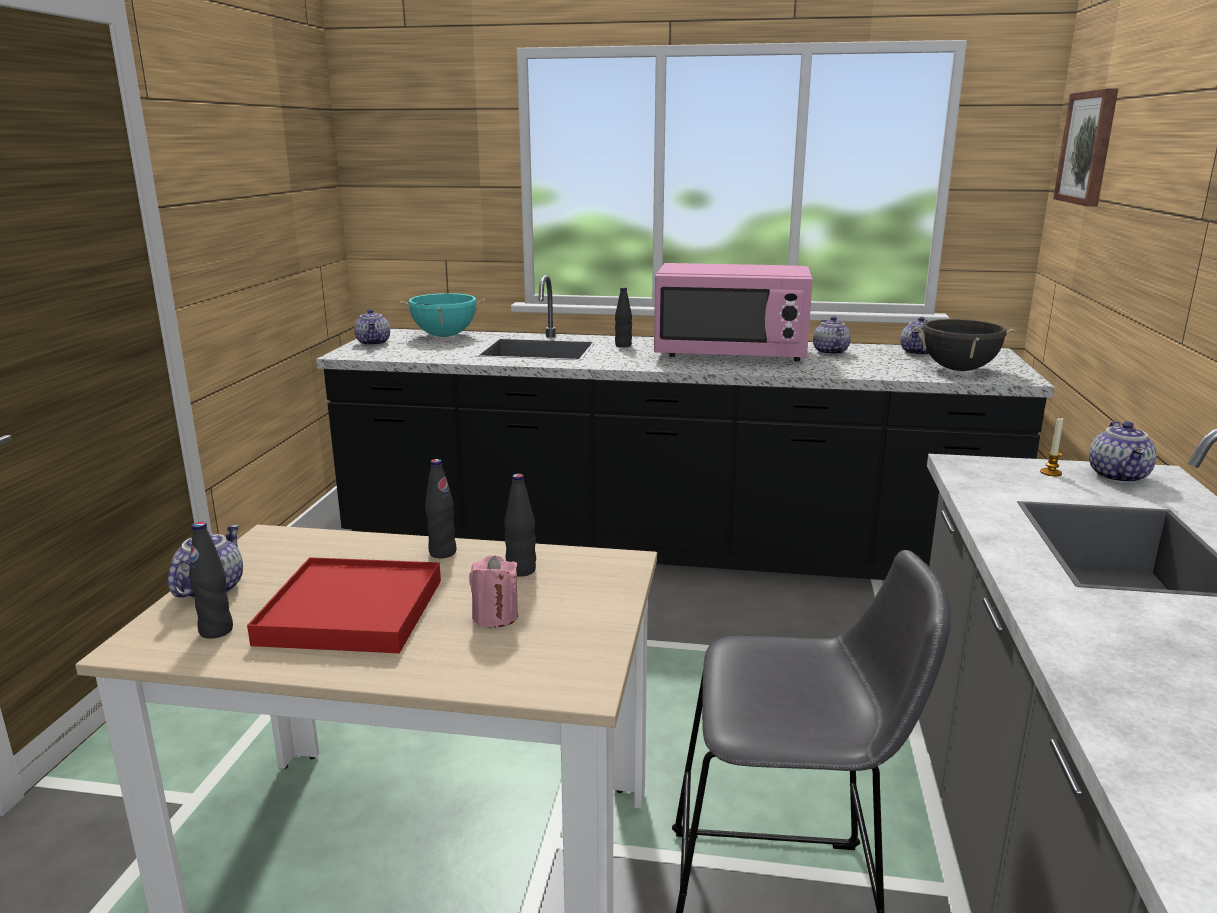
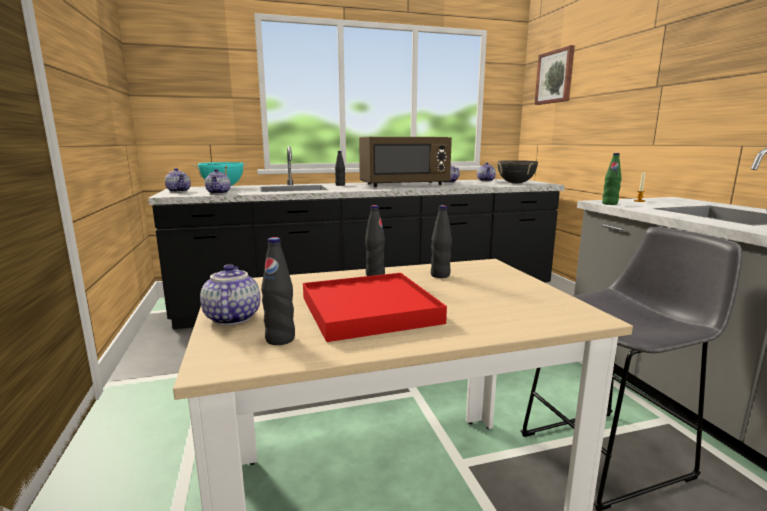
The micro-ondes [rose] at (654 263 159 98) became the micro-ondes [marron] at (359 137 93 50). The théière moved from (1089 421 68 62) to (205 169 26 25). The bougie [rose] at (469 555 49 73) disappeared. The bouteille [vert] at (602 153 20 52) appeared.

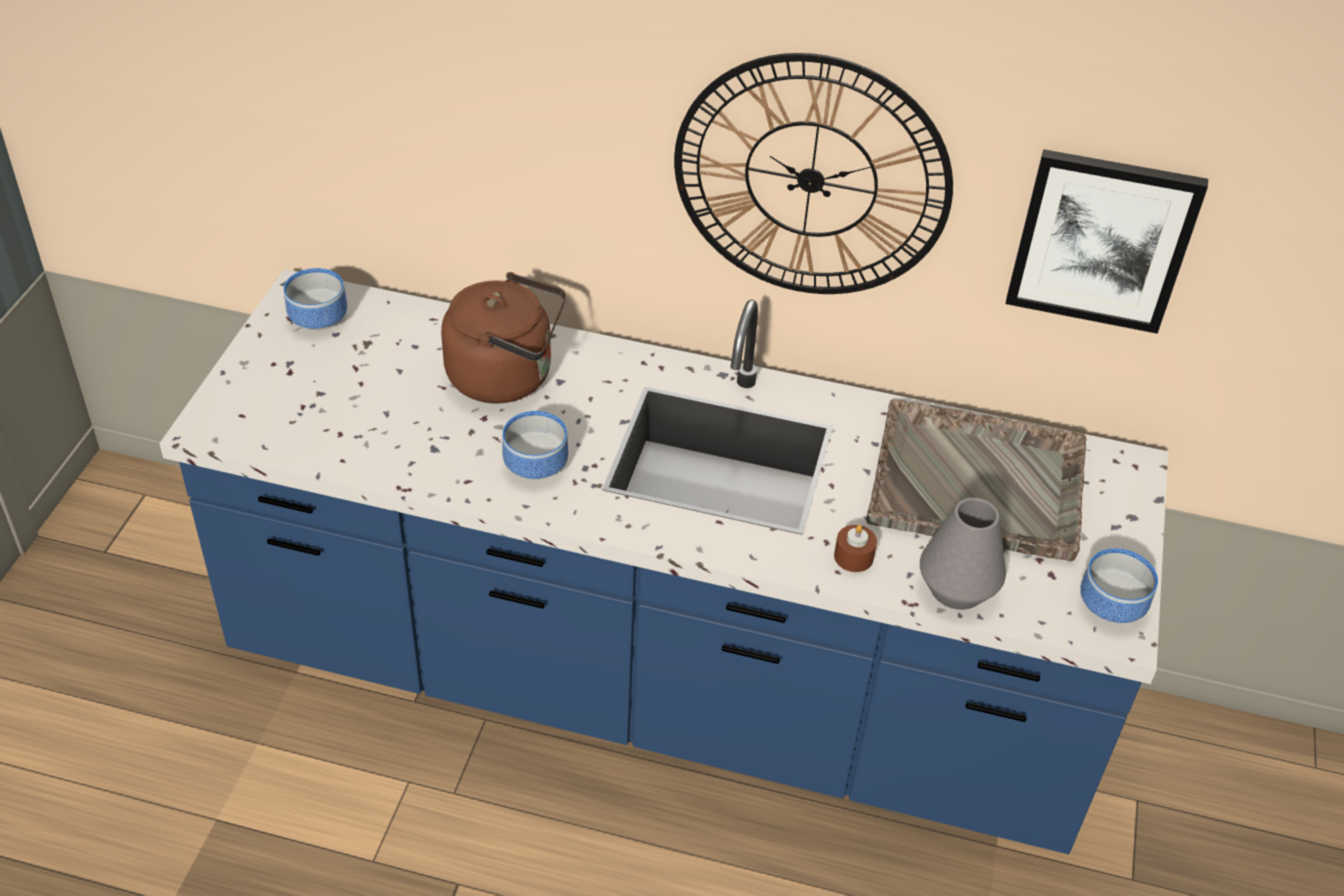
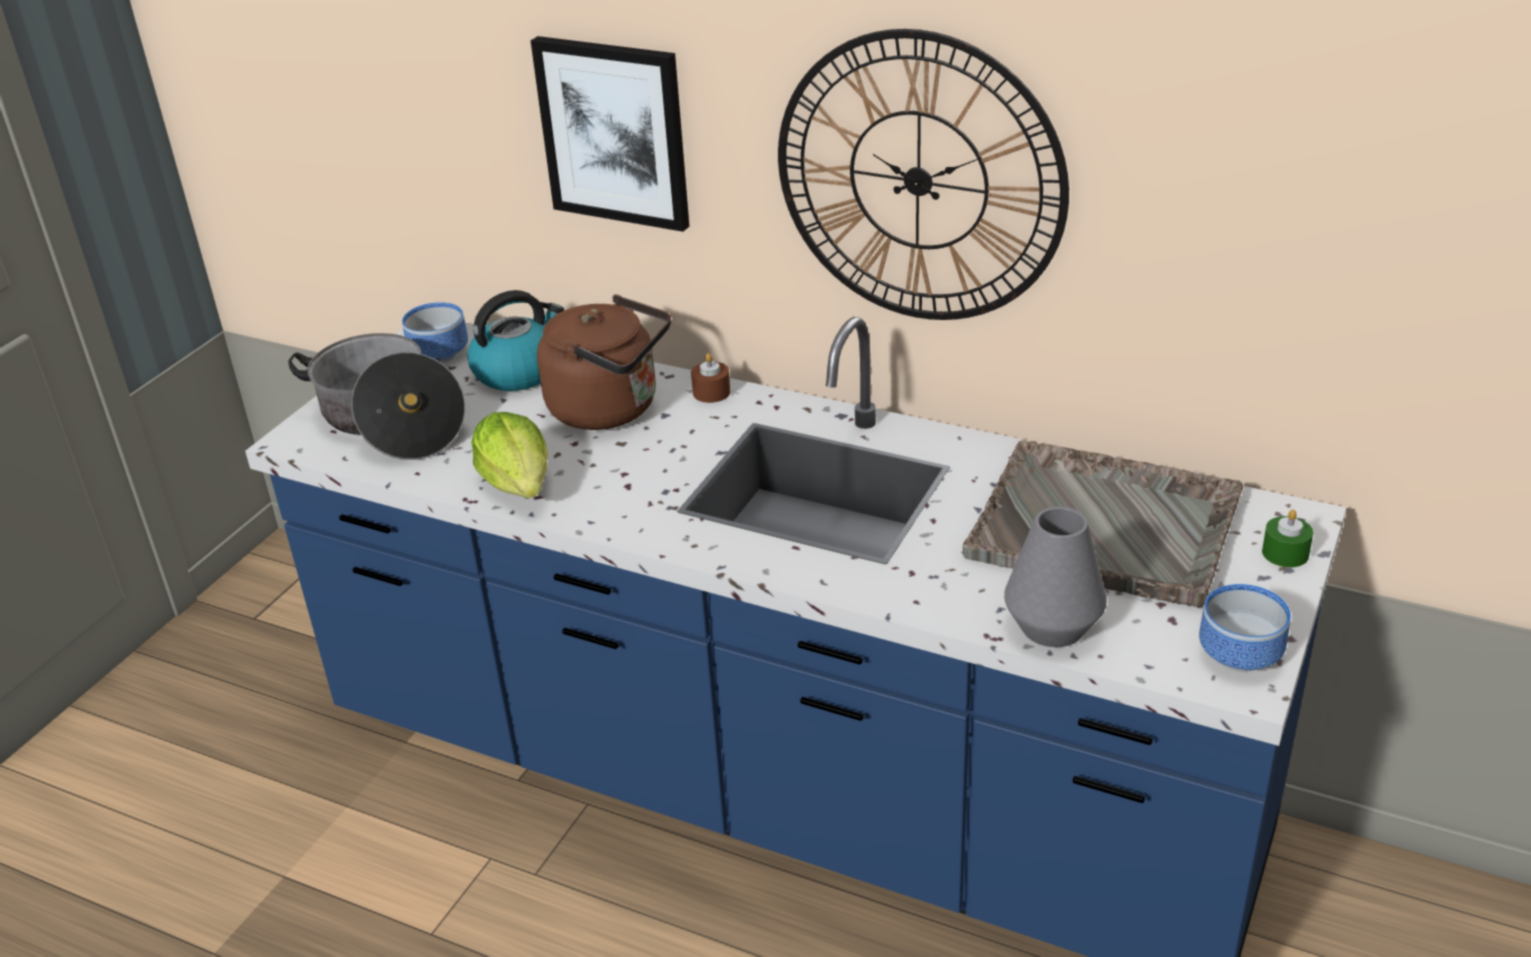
The tableau moved from (1006 149 202 185) to (531 36 158 196). The bol at (502 411 66 68) disappeared. The bougie [marron] moved from (834 524 43 48) to (691 353 39 50). The bouilloire at (467 290 97 101) appeared. The marmite at (288 333 177 127) appeared. The laitue at (471 412 77 86) appeared. The bougie [vert] at (1262 509 51 58) appeared.

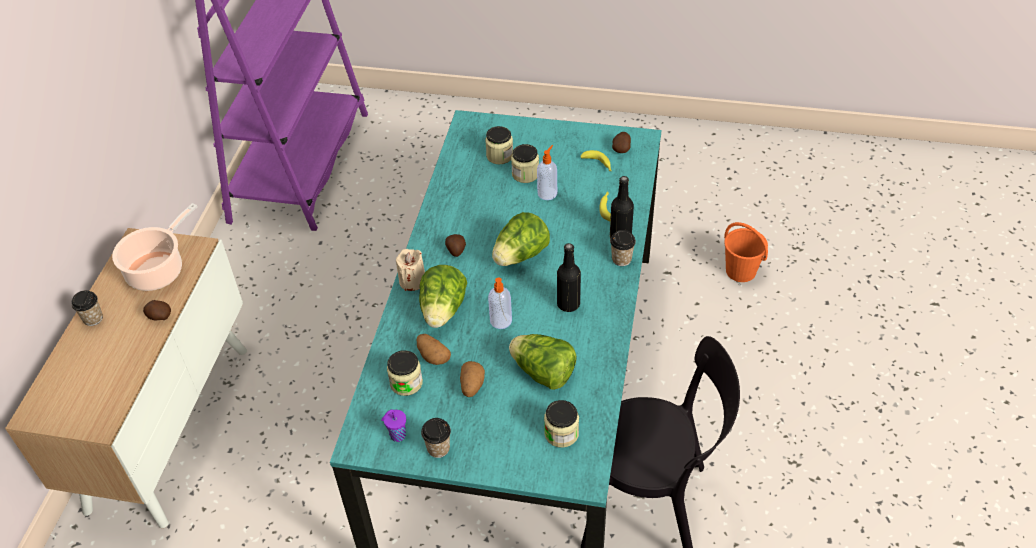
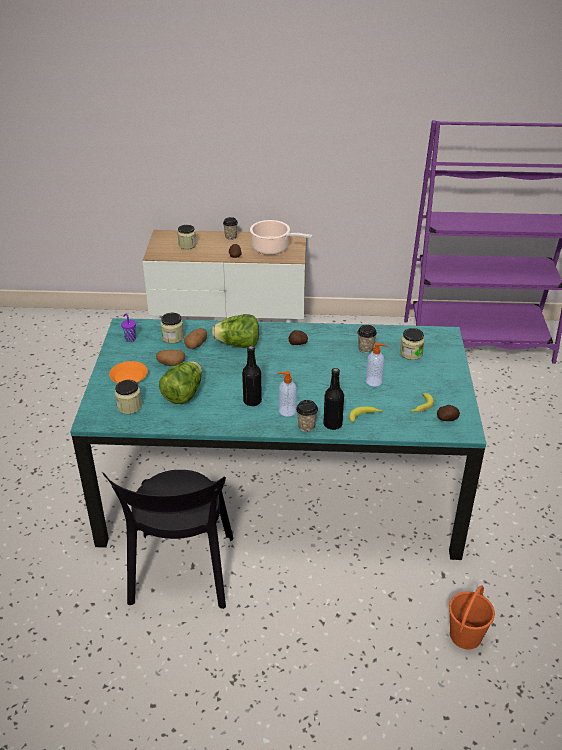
The bocal moved from (511 144 28 39) to (177 225 19 24). The laitue at (492 212 58 54) disappeared. The bougie [beige] at (396 249 29 42) disappeared. The distributeur de savon moved from (488 278 24 51) to (277 371 20 46). The tasse moved from (421 418 30 40) to (358 325 19 28). The assiette [orange] at (109 361 39 22) appeared.

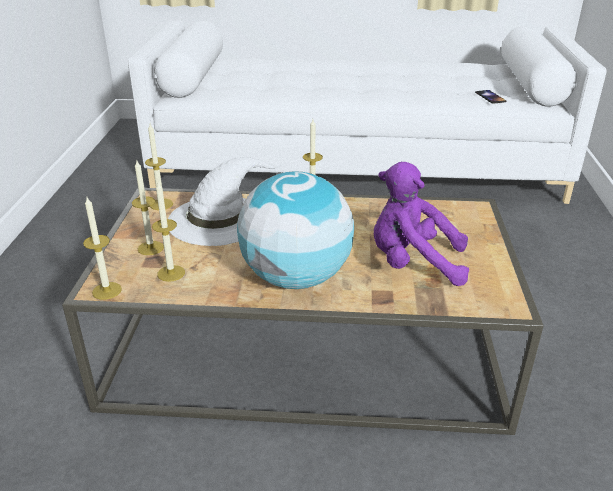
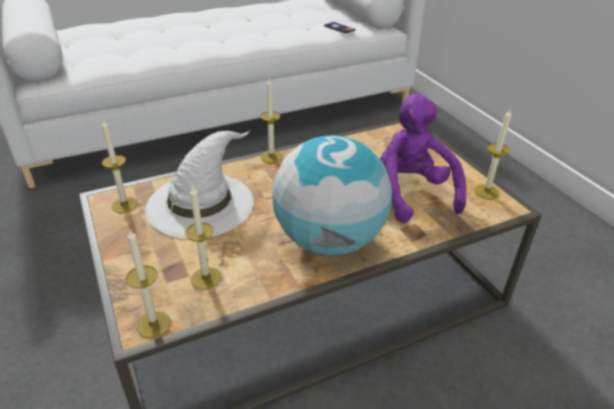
The bougie moved from (132 161 32 94) to (474 110 37 89). The peluche [violet] at (374 162 95 124) turned 90 degrees clockwise.

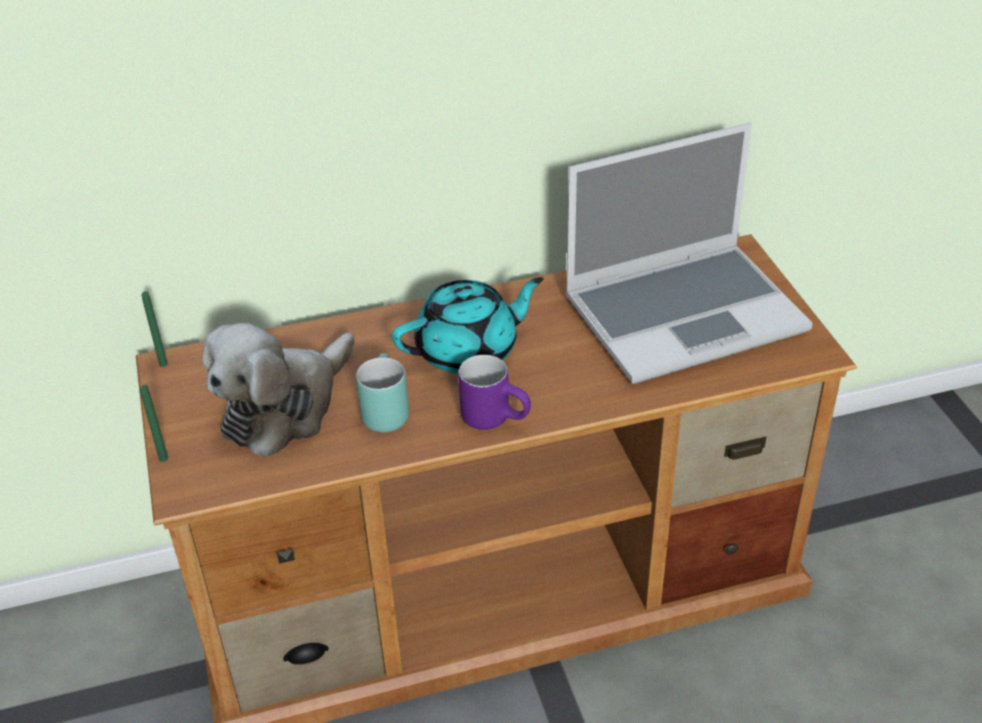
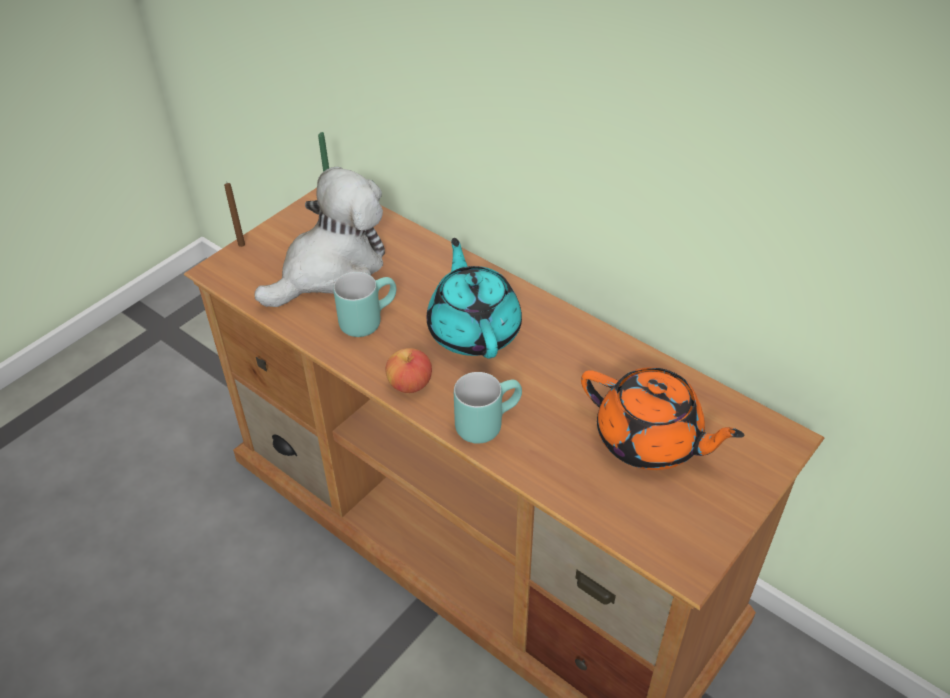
The ordinateur portable at (565 123 248 261) was replaced by the théière [orange] at (581 367 164 103). The théière [turquoise] at (392 277 152 97) turned 135 degrees counterclockwise. The peluche at (202 323 153 135) turned 135 degrees clockwise. The mug [violet] at (458 355 73 75) was replaced by the pomme at (385 348 47 45). The bougie [vert] at (140 385 28 77) became the bougie [marron] at (224 183 21 64). The mug [turquoise] at (454 372 68 72) appeared.

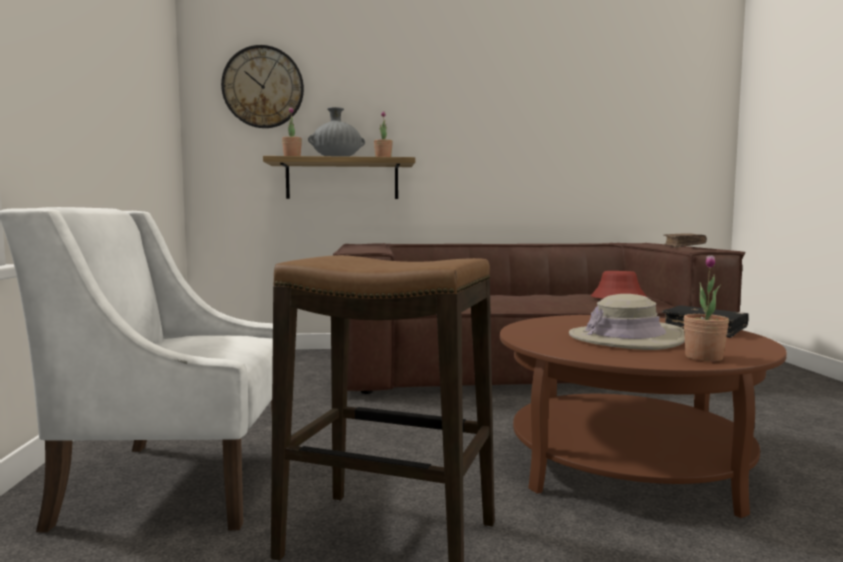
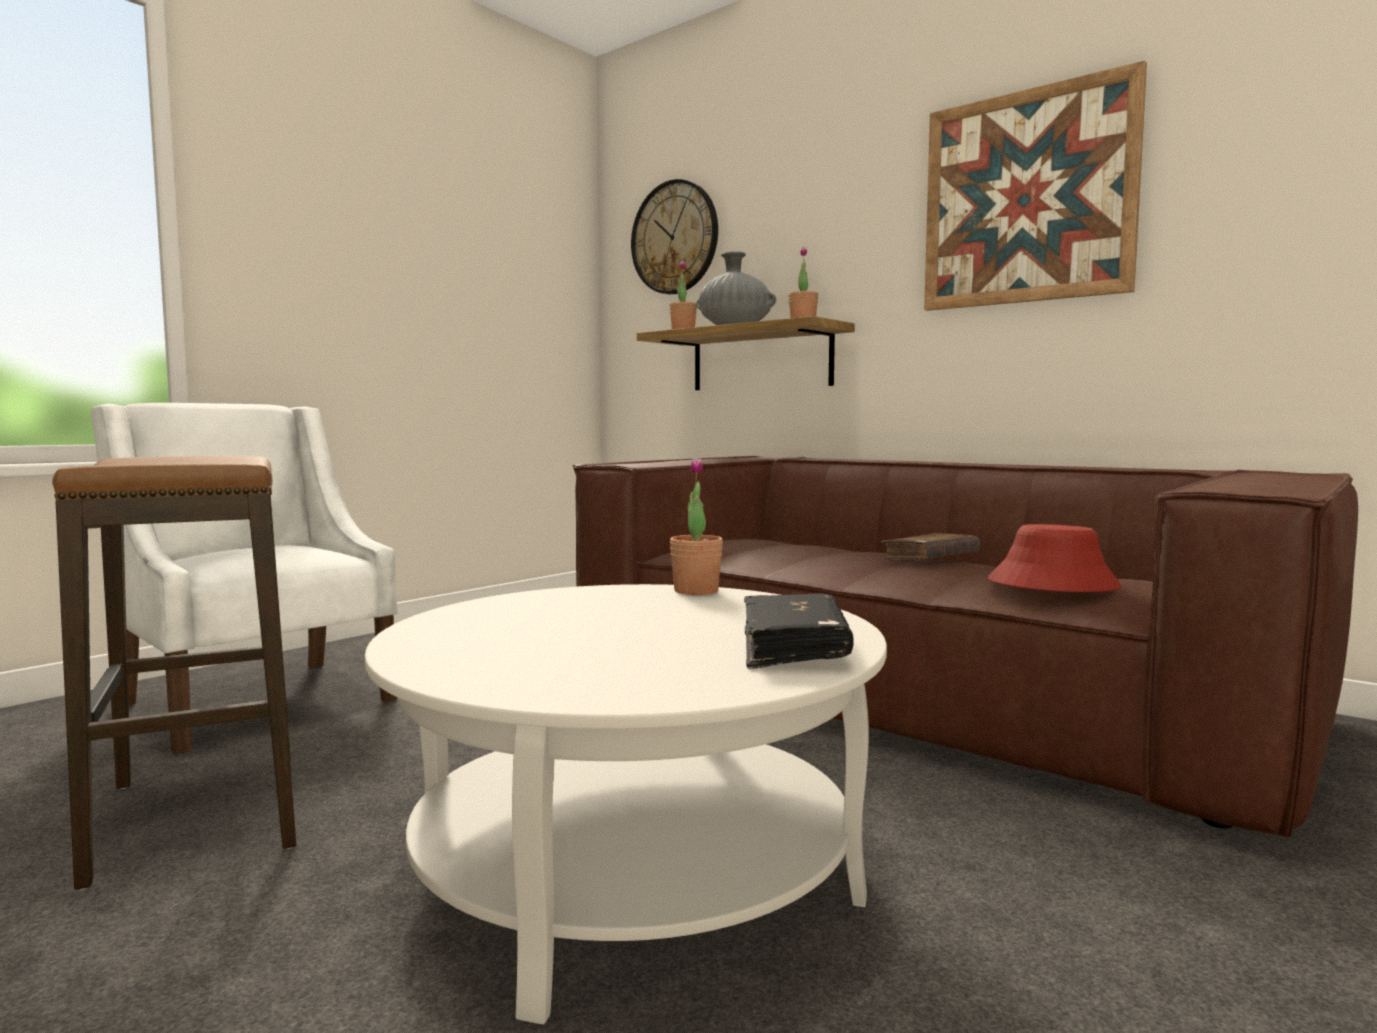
The livre [marron] moved from (663 233 44 15) to (881 533 98 28). The plante en pot moved from (683 255 46 106) to (670 457 53 138). The chapeau [beige] at (569 294 116 56) disappeared. The table basse [marron] at (500 315 287 203) became the table basse [blanc] at (365 584 522 441). The tableau at (924 61 223 250) appeared.

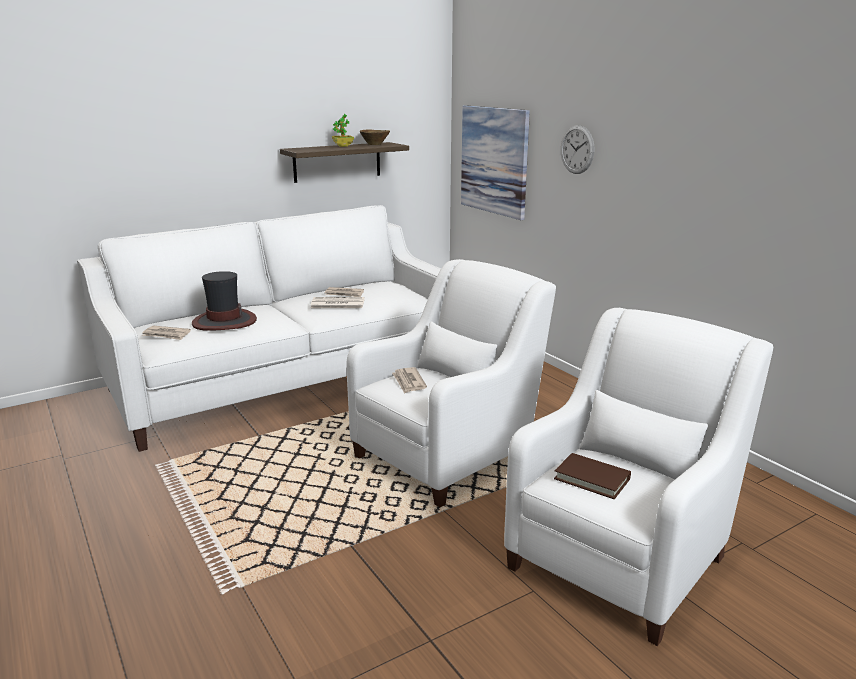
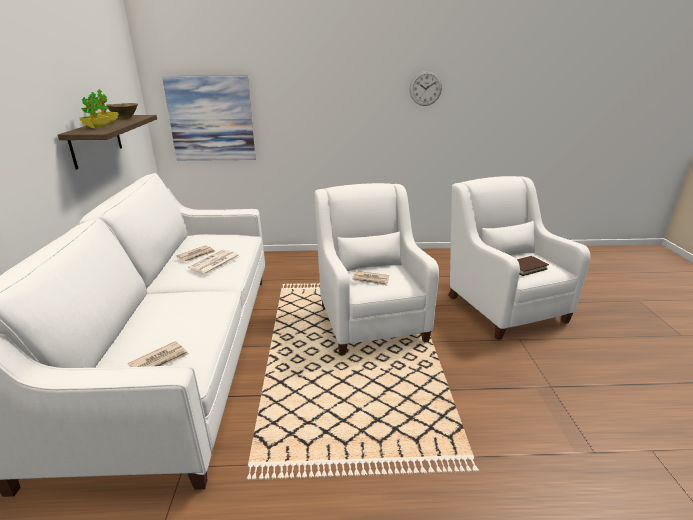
The horloge murale moved from (561 125 33 49) to (410 71 32 35). The chapeau at (192 271 65 60) disappeared. The plante en pot at (79 92 31 36) appeared.

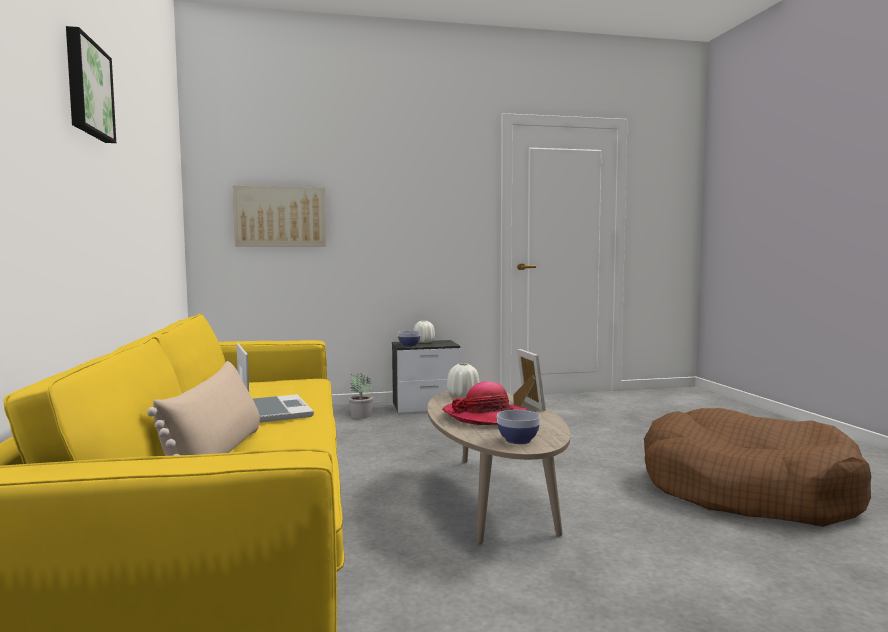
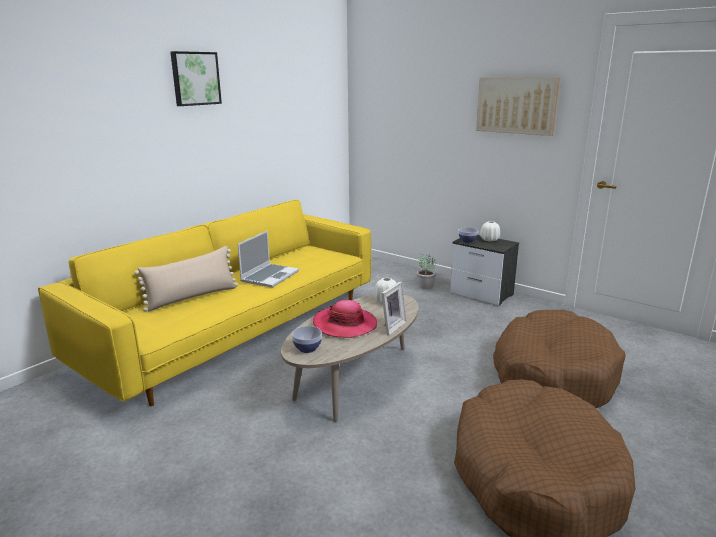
The tableau moved from (233 186 93 60) to (476 77 84 59). The panier pour chien [marron] at (493 310 133 98) appeared.

